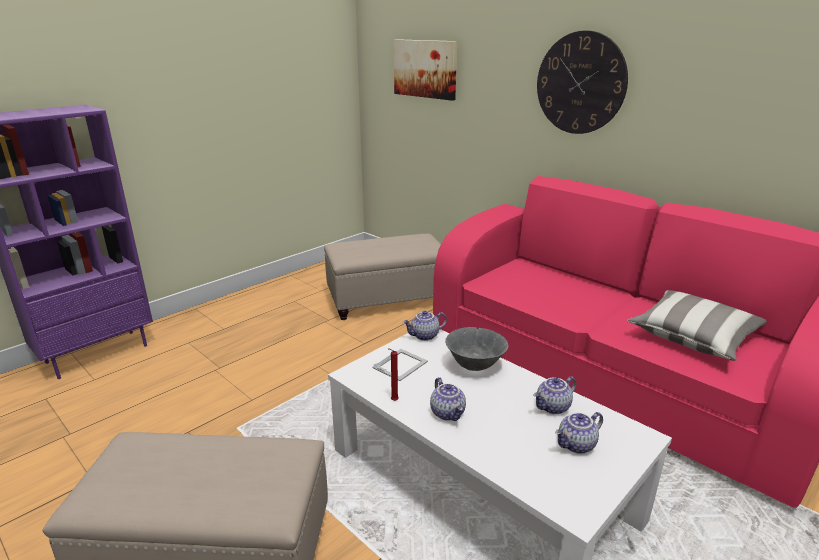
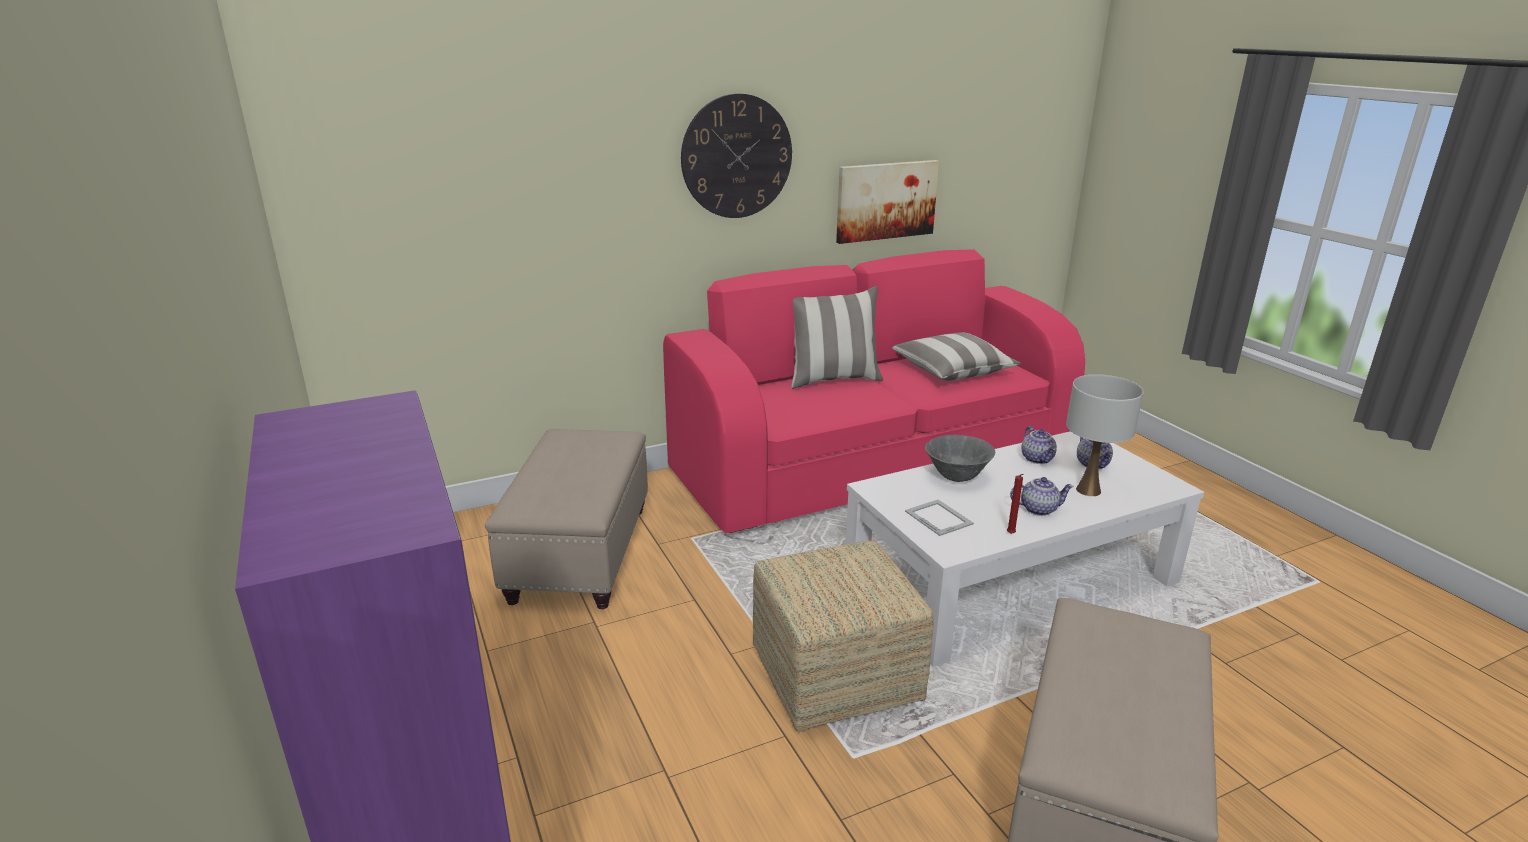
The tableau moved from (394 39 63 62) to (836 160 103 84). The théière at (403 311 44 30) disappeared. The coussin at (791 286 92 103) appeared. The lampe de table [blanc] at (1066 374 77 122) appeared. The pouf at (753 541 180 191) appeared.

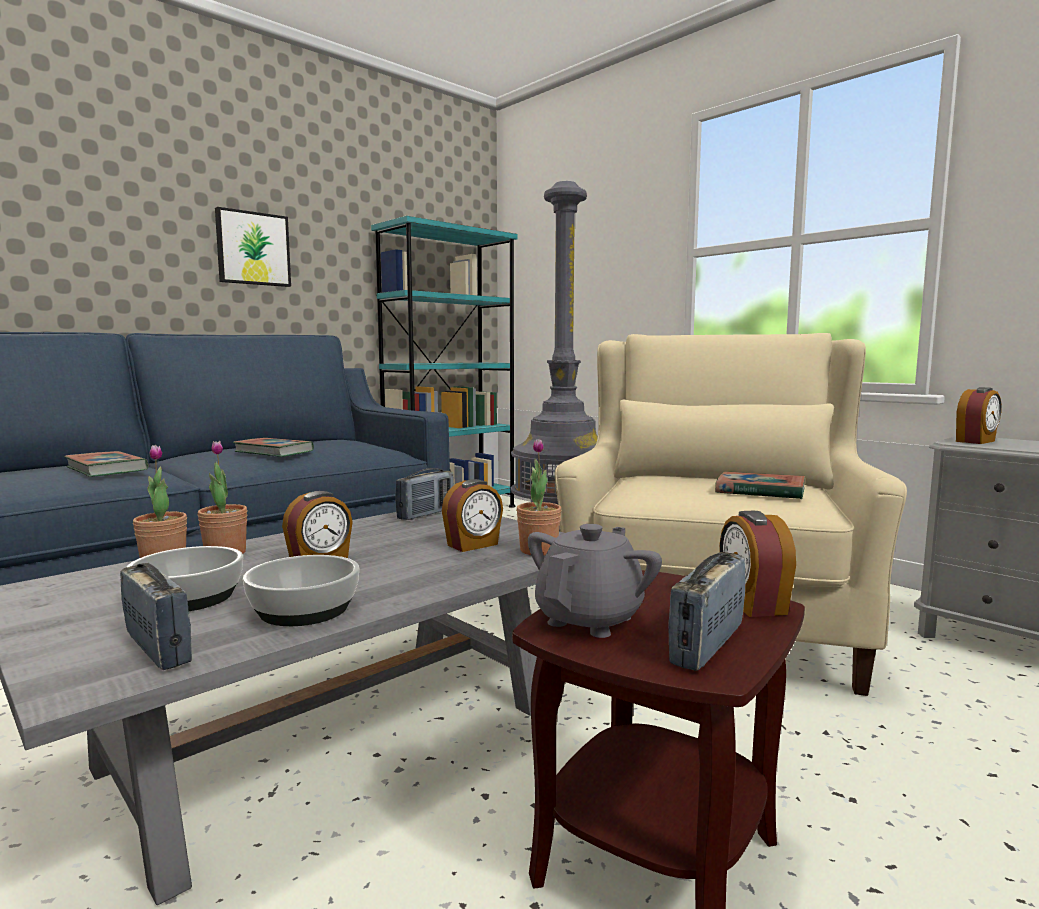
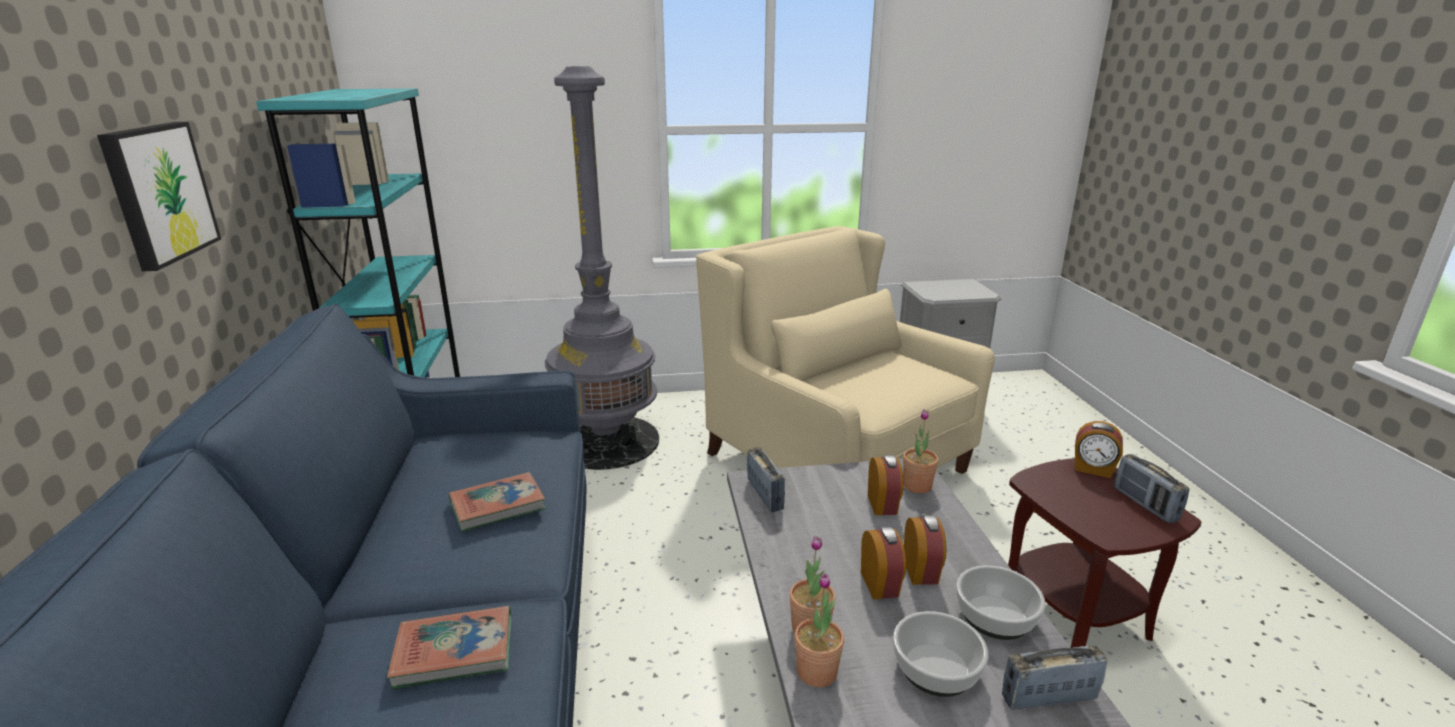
The réveil moved from (956 387 46 57) to (904 515 43 70). The livre at (715 471 90 29) disappeared. The théière [gris] at (528 524 134 114) disappeared.

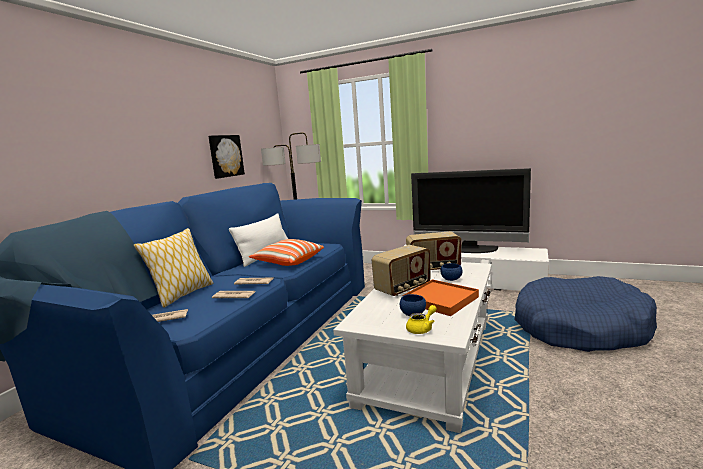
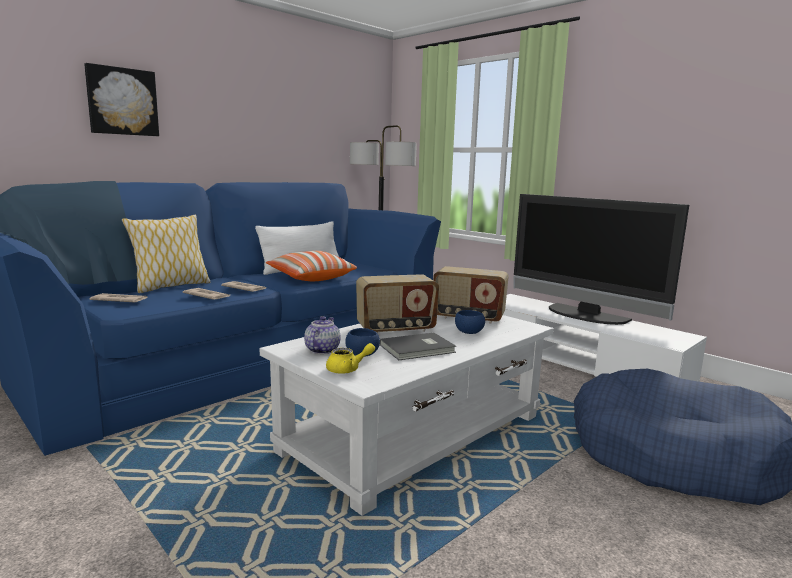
The tableau moved from (208 135 37 44) to (84 63 75 73). The plateau [orange] at (403 279 76 37) was replaced by the livre [gris] at (380 333 76 27). The théière at (304 316 36 38) appeared.

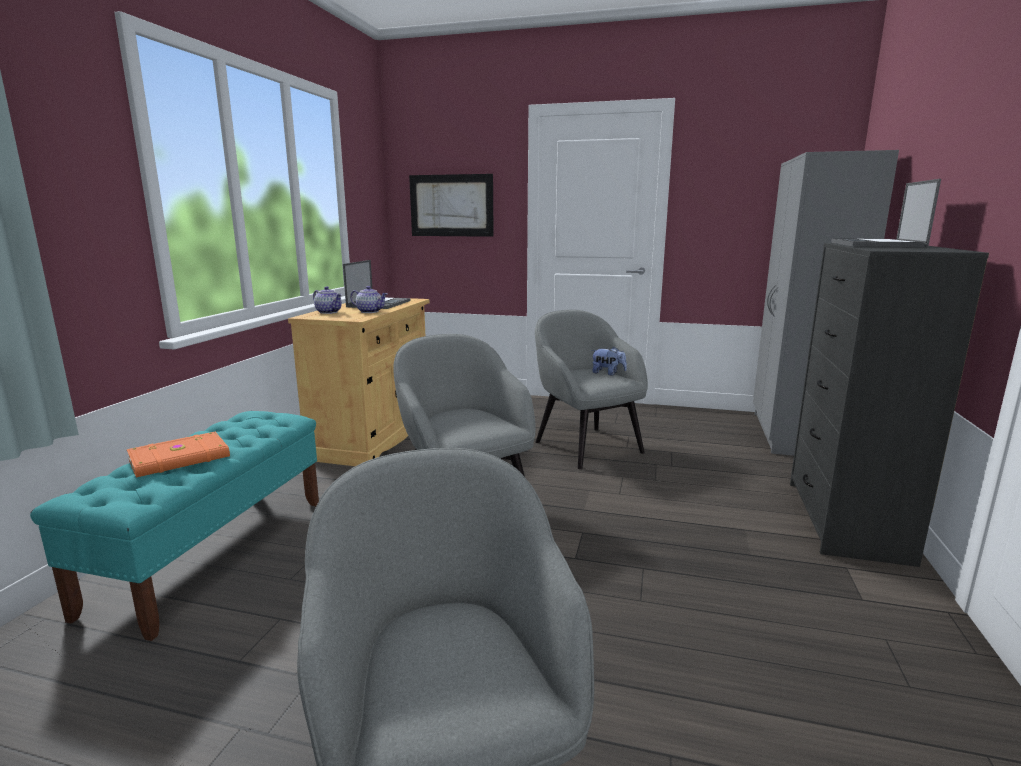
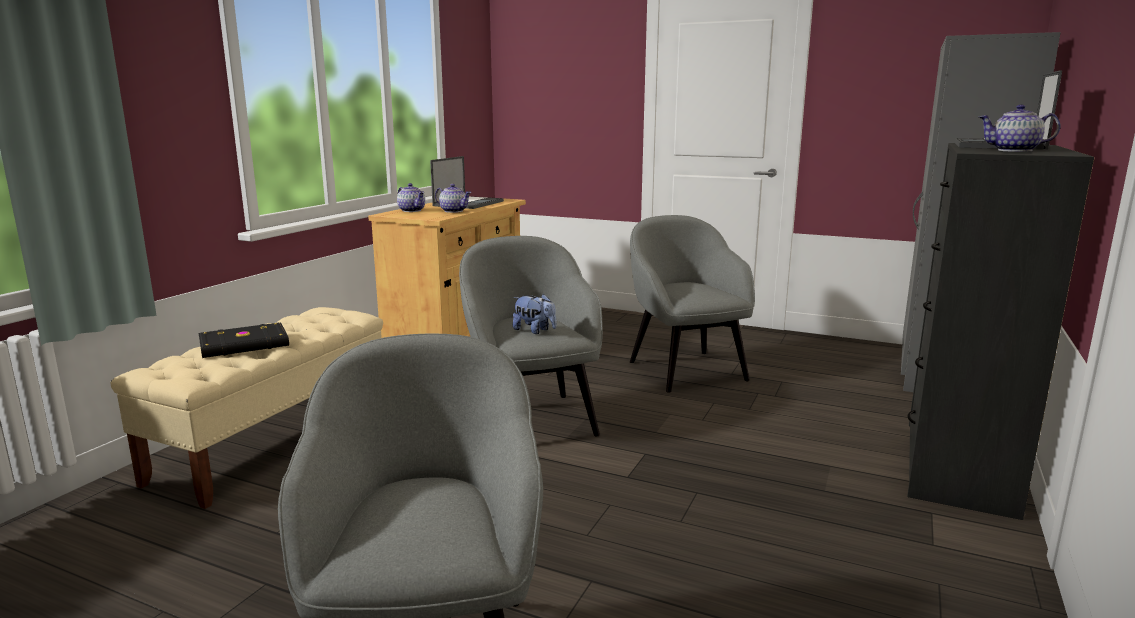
The tableau at (409 174 85 63) disappeared. The peluche moved from (591 347 36 29) to (513 294 43 40). The banc [turquoise] at (30 411 289 230) became the banc [beige] at (111 307 272 202). The livre [orange] at (127 432 103 46) became the livre [noir] at (199 322 90 36). The théière at (979 105 81 47) appeared.

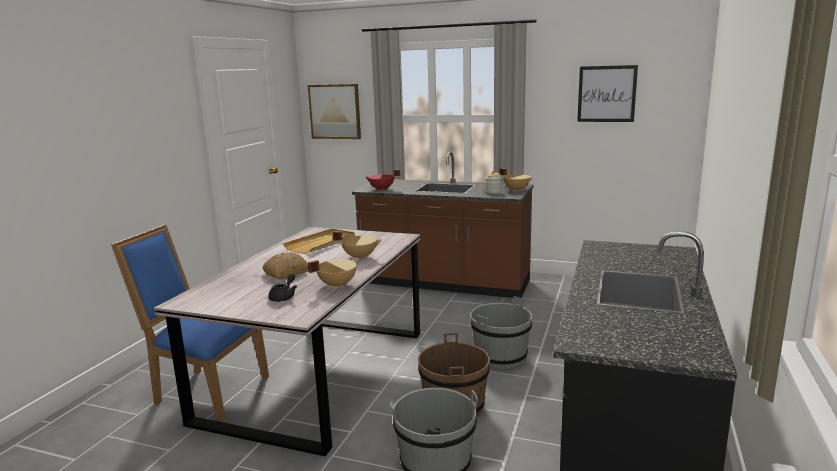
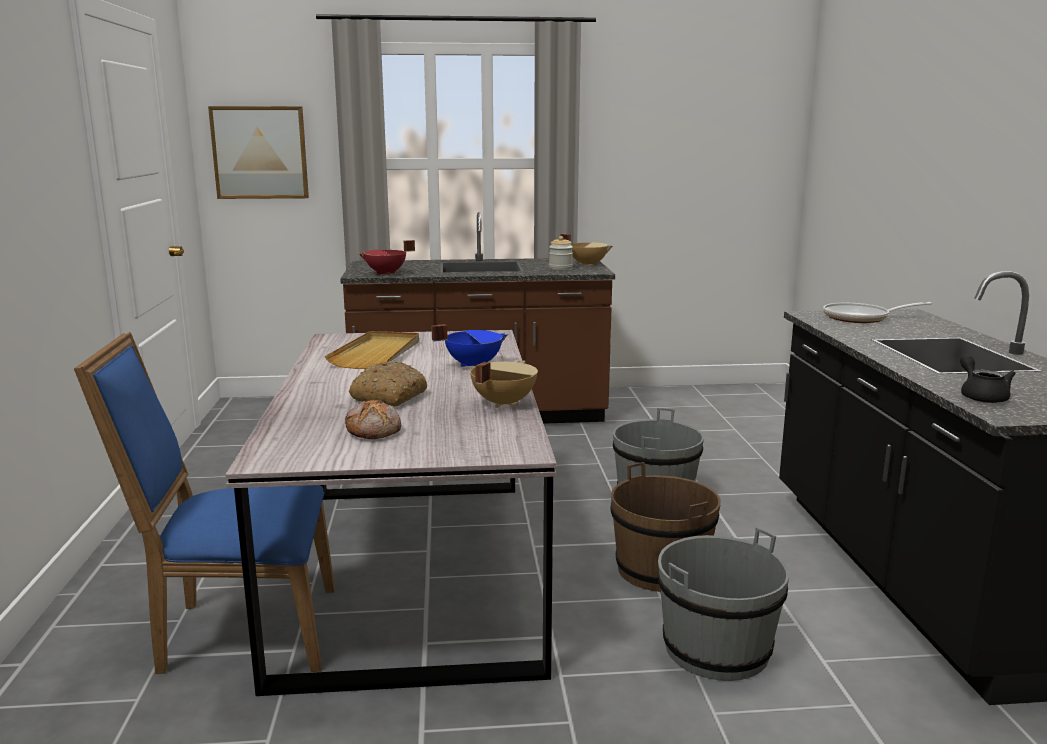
The tableau at (577 65 61 57) disappeared. The marmite [beige] at (333 231 48 29) became the marmite [bleu] at (431 324 77 43). The théière [noir] moved from (268 273 29 29) to (960 355 56 48). The poêle at (823 302 109 21) appeared. The pain at (345 400 56 39) appeared.

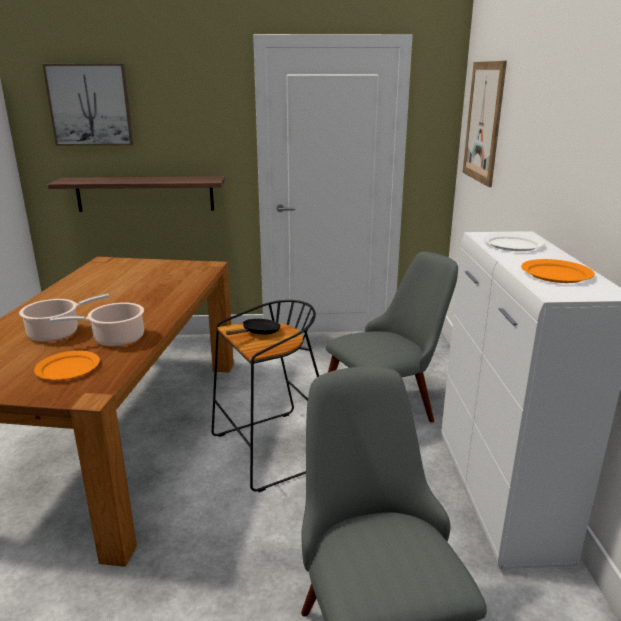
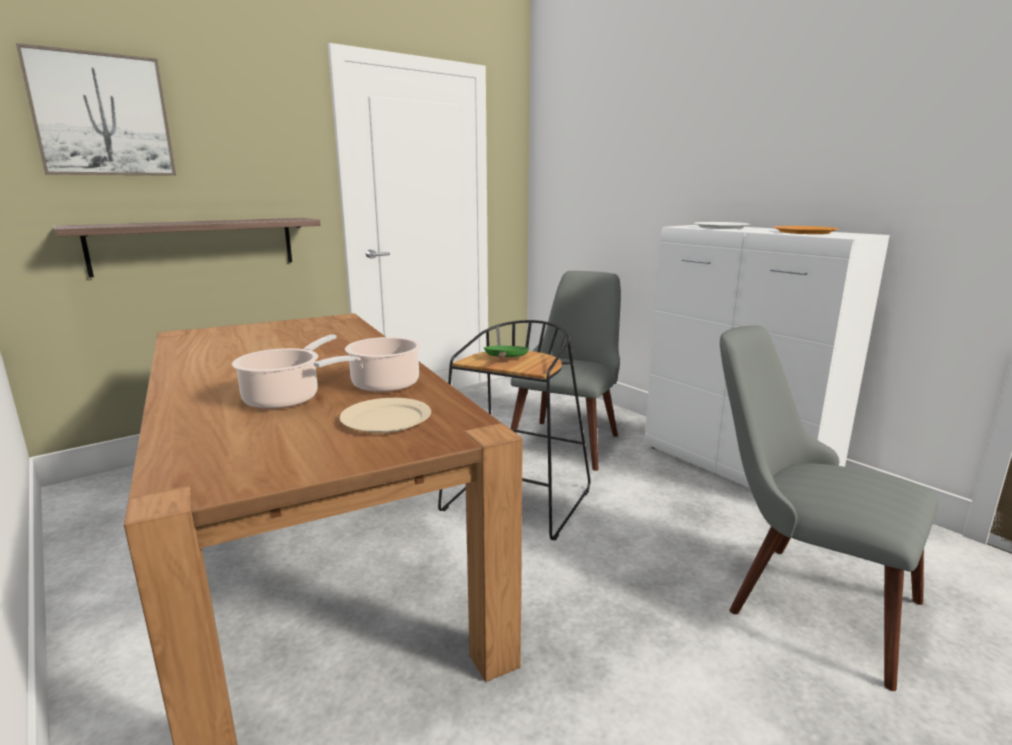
The tableau at (463 61 44 126) disappeared. The poêle [noir] at (226 319 55 16) became the poêle [vert] at (484 346 45 12). The assiette [orange] at (34 351 66 29) became the assiette [beige] at (339 398 92 35).

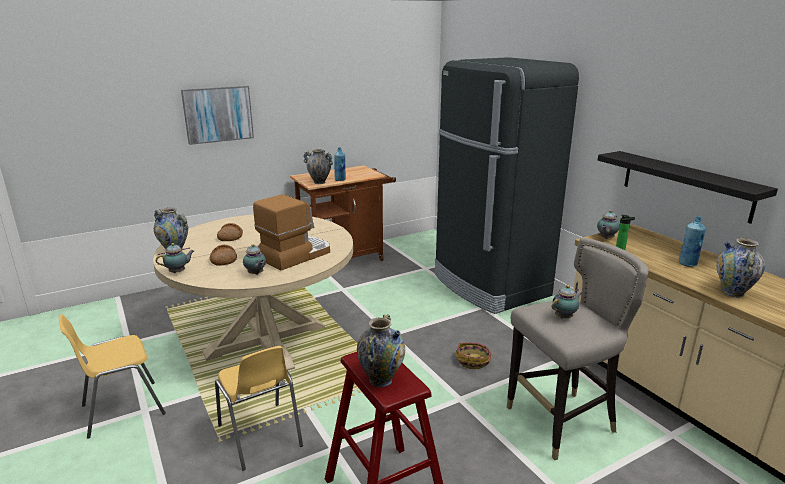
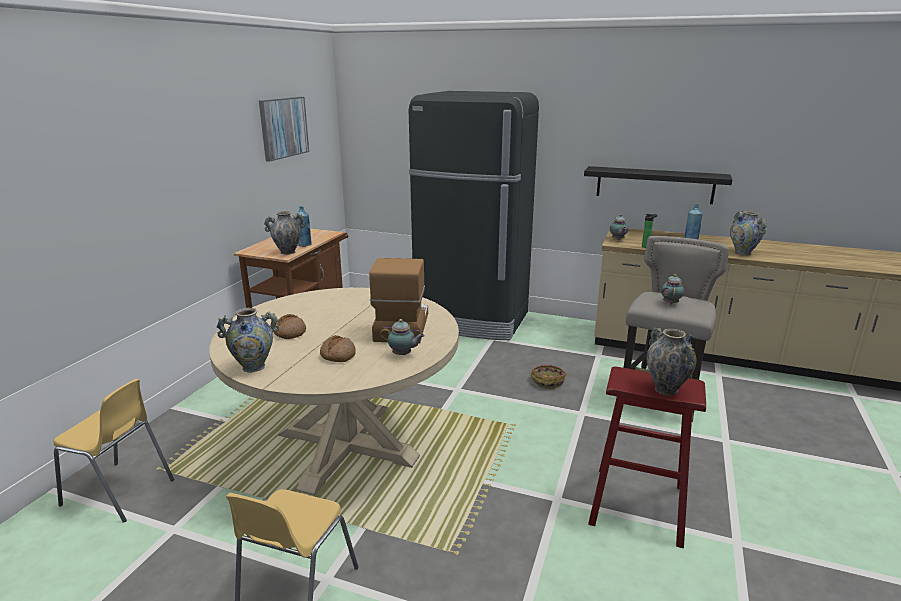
The tableau moved from (181 86 73 59) to (259 97 50 65). The théière at (156 243 38 30) disappeared. The chaise [jaune] moved from (215 346 88 125) to (54 379 120 144).

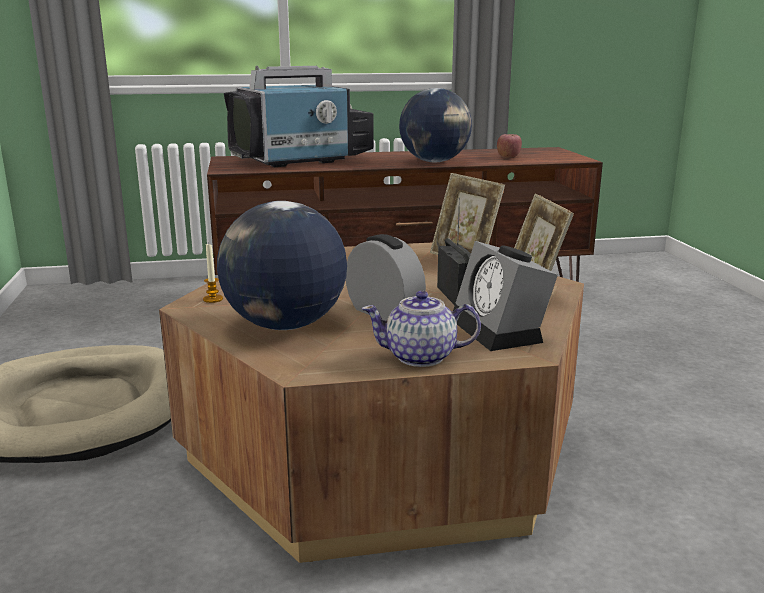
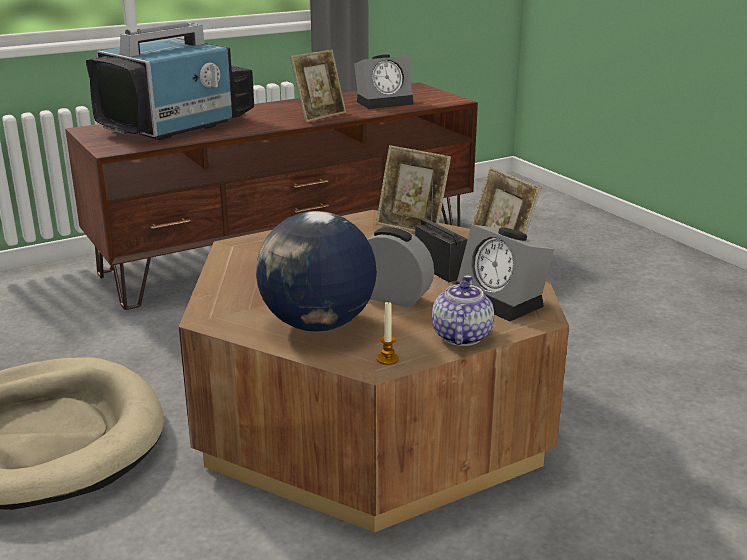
The globe at (399 88 73 74) was replaced by the cadre photo at (290 50 56 72). The pomme at (497 134 25 24) was replaced by the réveil at (354 54 59 55). The bougie moved from (203 242 20 61) to (377 302 22 63). The théière at (361 291 120 76) turned 120 degrees clockwise.

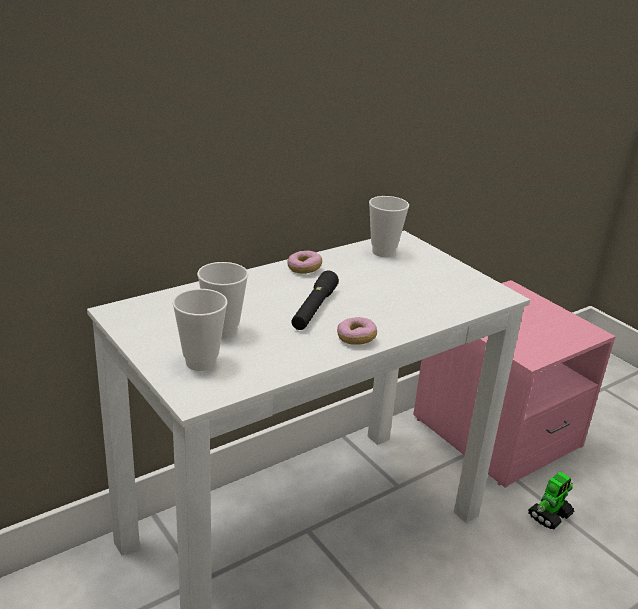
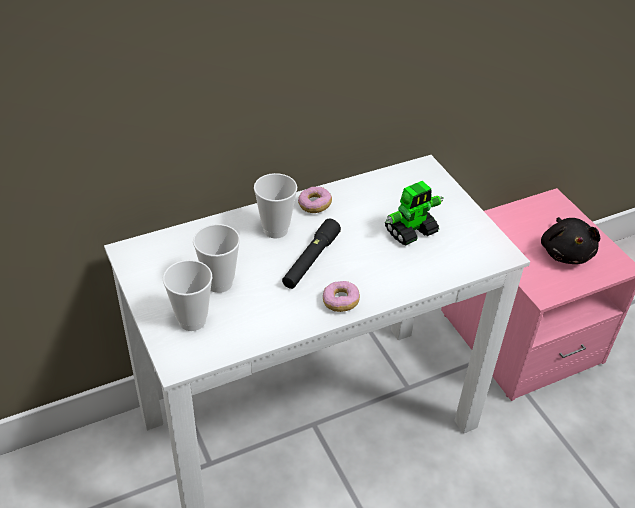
The tasse moved from (369 196 40 61) to (254 173 43 66). The robot jouet moved from (528 472 46 58) to (385 181 59 65). The peluche [noir] at (541 217 59 47) appeared.

